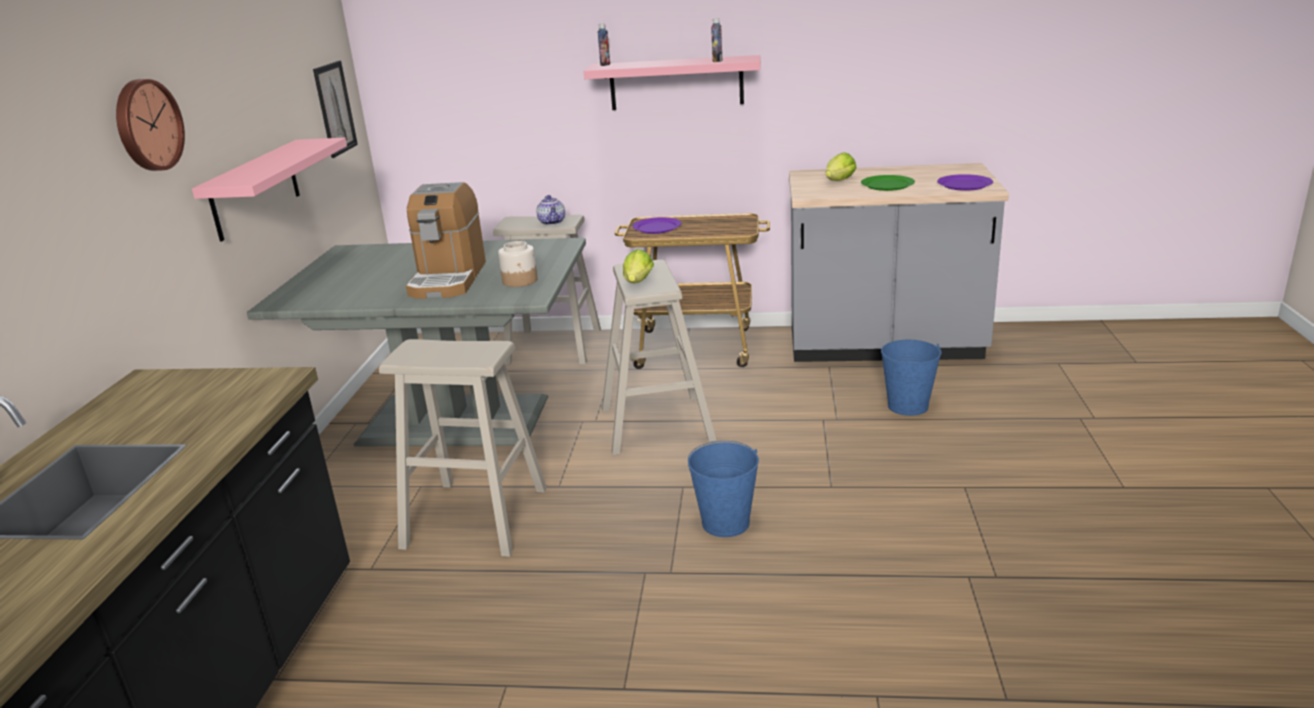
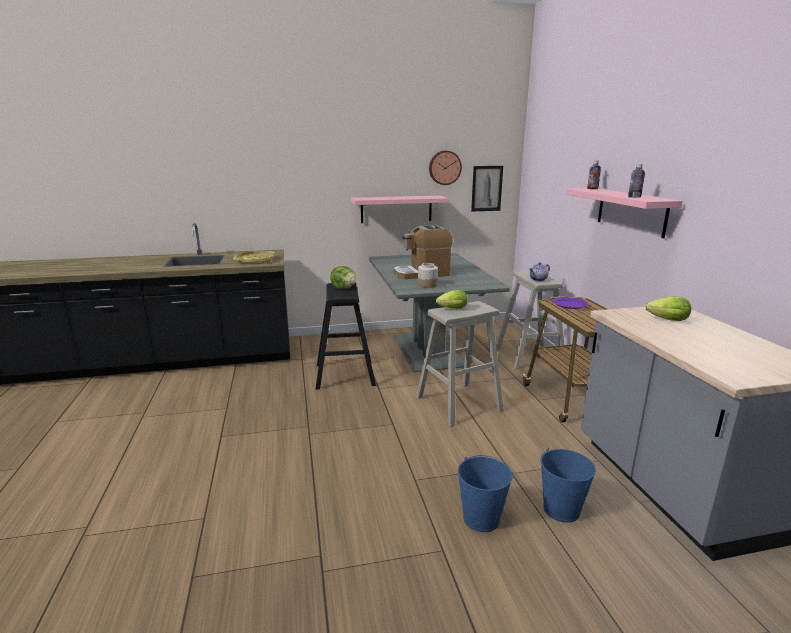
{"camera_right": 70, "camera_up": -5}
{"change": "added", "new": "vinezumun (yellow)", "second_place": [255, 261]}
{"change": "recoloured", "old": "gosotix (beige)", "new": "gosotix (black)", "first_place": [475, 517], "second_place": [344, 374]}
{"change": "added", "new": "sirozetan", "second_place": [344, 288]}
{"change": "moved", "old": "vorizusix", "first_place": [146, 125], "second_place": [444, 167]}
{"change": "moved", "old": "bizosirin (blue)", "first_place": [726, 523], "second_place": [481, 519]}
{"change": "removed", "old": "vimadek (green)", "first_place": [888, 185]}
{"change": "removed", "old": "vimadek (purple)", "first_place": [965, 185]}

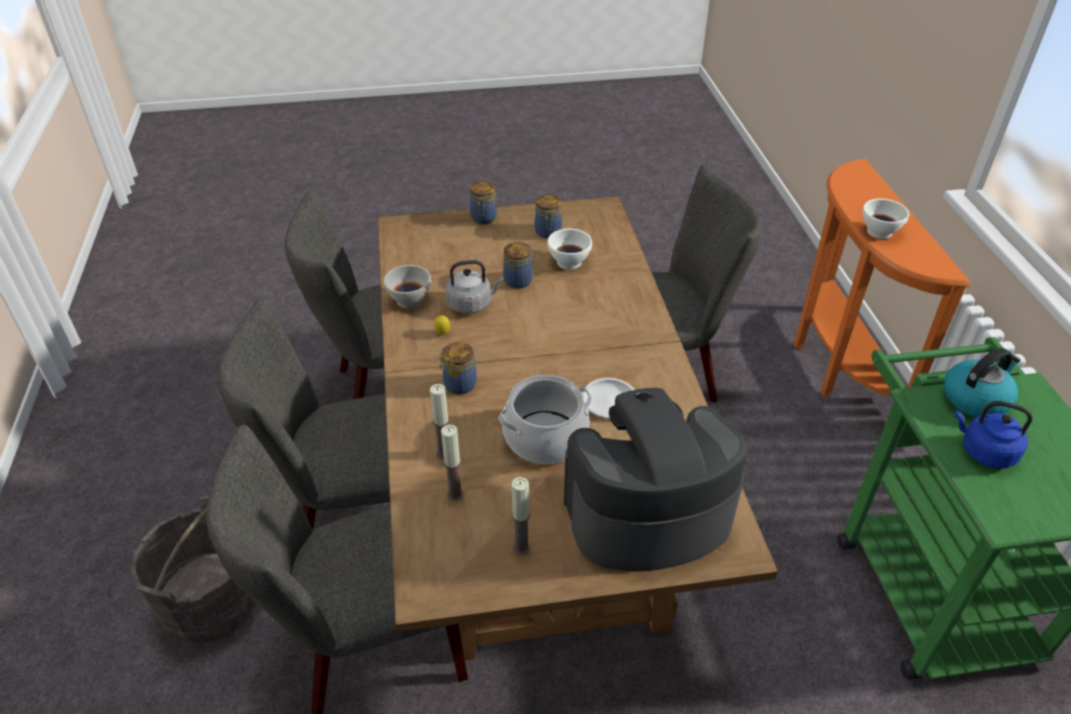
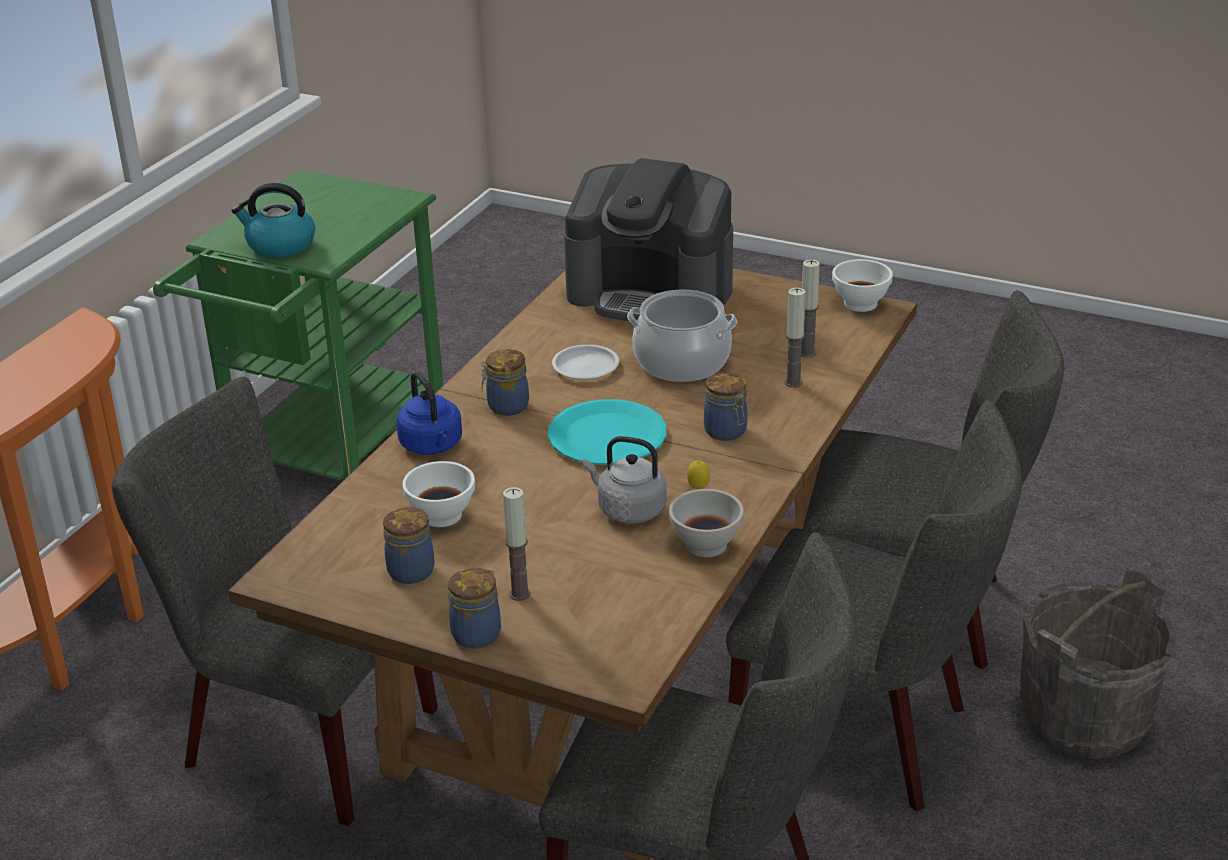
{"camera_right": -145, "camera_up": -10}
{"change": "moved", "old": "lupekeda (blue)", "first_place": [984, 452], "second_place": [432, 446]}
{"change": "moved", "old": "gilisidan", "first_place": [519, 280], "second_place": [506, 406]}
{"change": "moved", "old": "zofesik", "first_place": [521, 547], "second_place": [519, 594]}
{"change": "added", "new": "vimadek (turquoise)", "second_place": [607, 436]}
{"change": "moved", "old": "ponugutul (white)", "first_place": [879, 232], "second_place": [860, 303]}

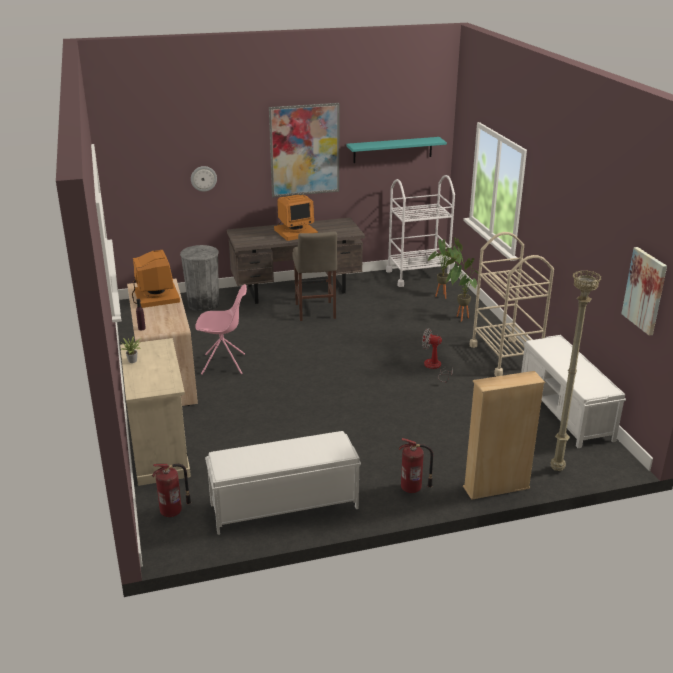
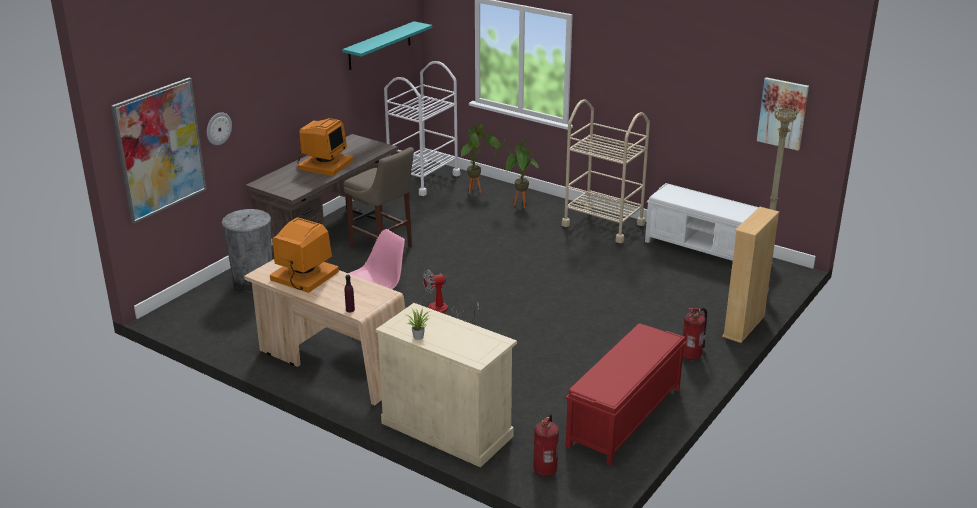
{"camera_right": -40, "camera_up": 0}
{"change": "moved", "old": "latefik", "first_place": [304, 150], "second_place": [160, 149]}
{"change": "moved", "old": "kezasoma", "first_place": [435, 367], "second_place": [444, 310]}
{"change": "recoloured", "old": "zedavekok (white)", "new": "zedavekok (red)", "first_place": [283, 506], "second_place": [624, 418]}

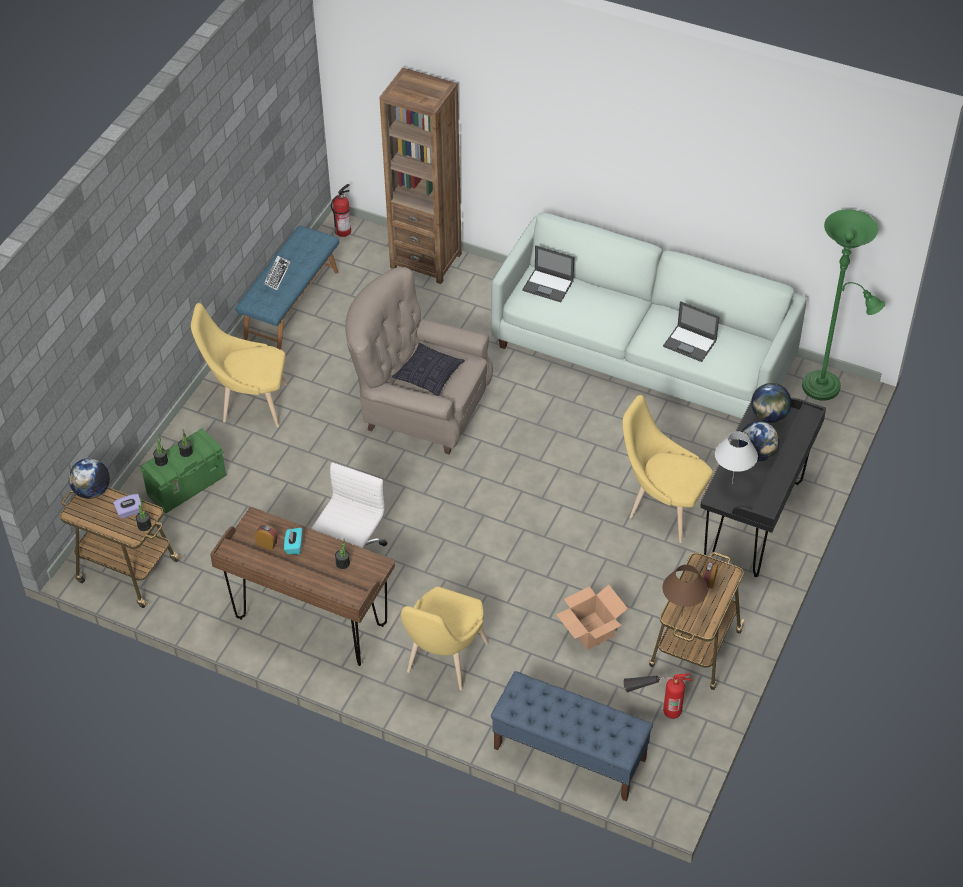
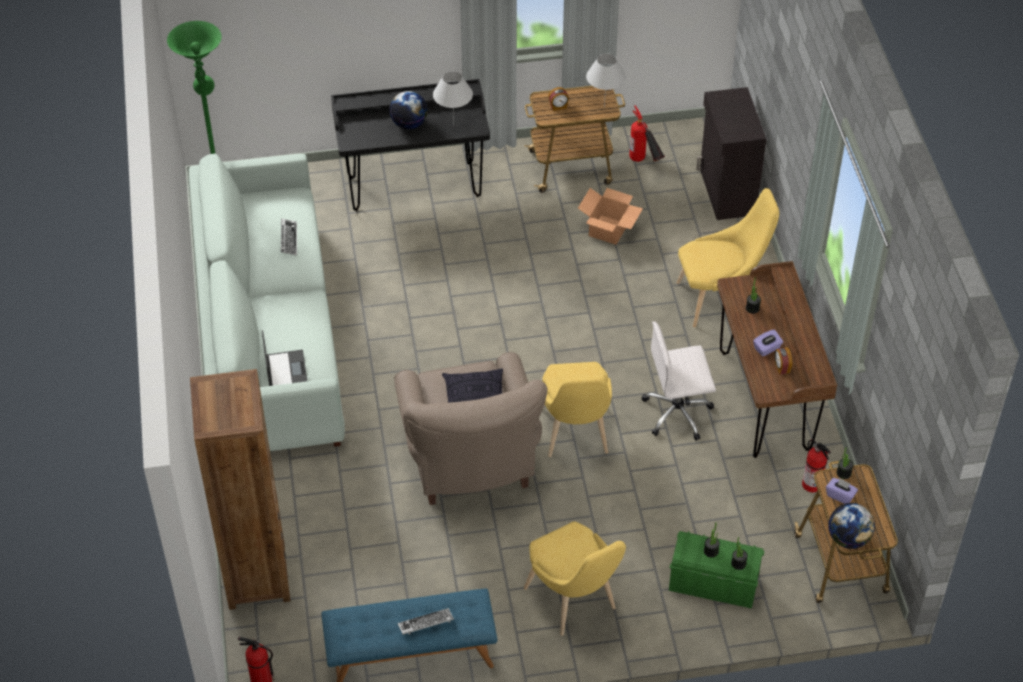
{"camera_right": -125, "camera_up": 0}
{"change": "replaced", "old": "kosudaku", "new": "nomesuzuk", "first_place": [690, 343], "second_place": [288, 239]}
{"change": "moved", "old": "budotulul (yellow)", "first_place": [662, 508], "second_place": [575, 435]}
{"change": "recoloured", "old": "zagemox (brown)", "new": "zagemox (white)", "first_place": [681, 616], "second_place": [604, 107]}
{"change": "replaced", "old": "zedavekok (blue)", "new": "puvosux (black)", "first_place": [569, 754], "second_place": [726, 192]}
{"change": "recoloured", "old": "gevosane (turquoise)", "new": "gevosane (purple)", "first_place": [294, 546], "second_place": [767, 349]}
{"change": "added", "new": "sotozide", "second_place": [812, 485]}
{"change": "removed", "old": "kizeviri", "first_place": [769, 416]}

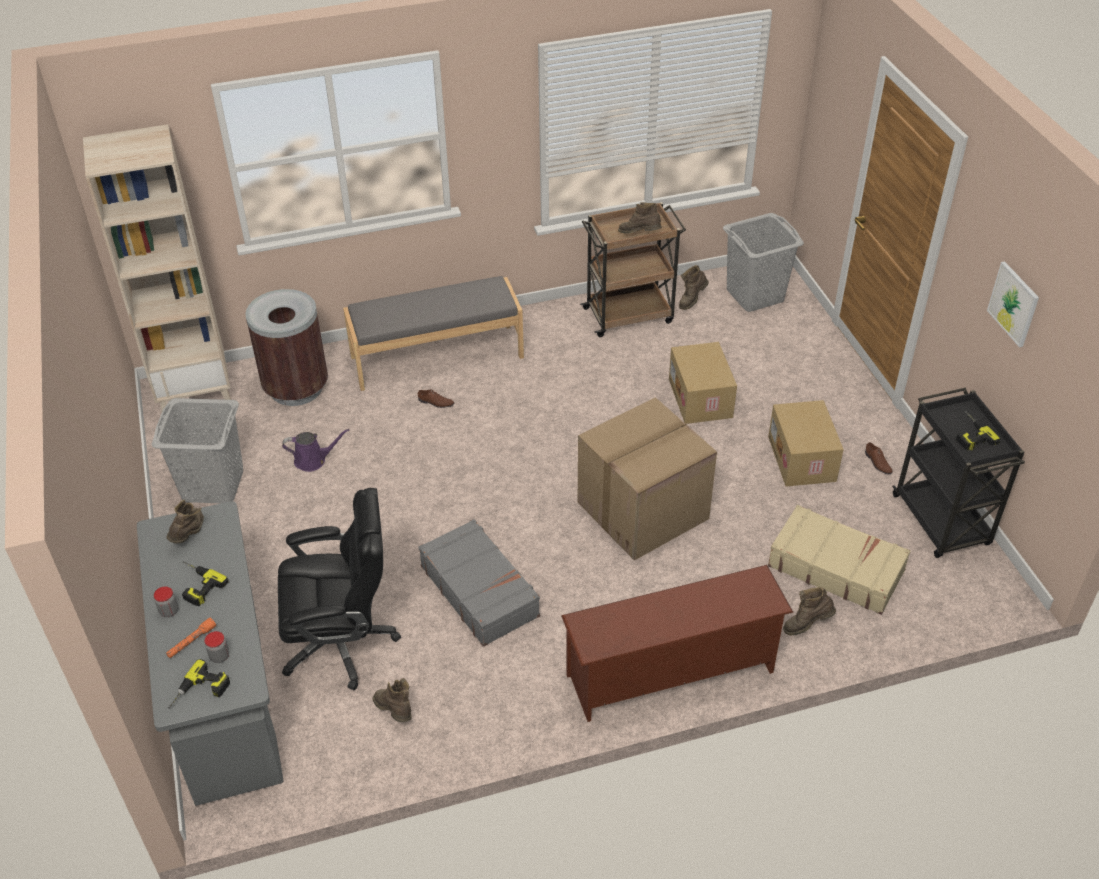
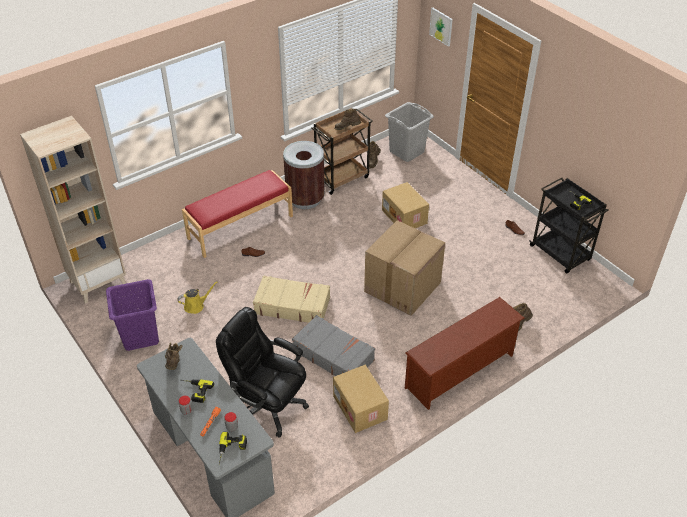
{"camera_right": -20, "camera_up": 0}
{"change": "recoloured", "old": "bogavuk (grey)", "new": "bogavuk (purple)", "first_place": [213, 485], "second_place": [141, 336]}
{"change": "recoloured", "old": "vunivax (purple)", "new": "vunivax (yellow)", "first_place": [313, 460], "second_place": [196, 306]}
{"change": "recoloured", "old": "zedavekok (grey)", "new": "zedavekok (red)", "first_place": [436, 356], "second_place": [240, 227]}
{"change": "turned", "old": "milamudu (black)", "first_place": [342, 642], "second_place": [268, 405], "degrees": -120}
{"change": "moved", "old": "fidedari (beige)", "first_place": [835, 568], "second_place": [292, 305]}
{"change": "moved", "old": "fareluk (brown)", "first_place": [296, 388], "second_place": [305, 199]}
{"change": "moved", "old": "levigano", "first_place": [803, 459], "second_place": [361, 407]}
{"change": "moved", "old": "latefik", "first_place": [1013, 304], "second_place": [441, 26]}
{"change": "removed", "old": "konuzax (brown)", "first_place": [395, 712]}

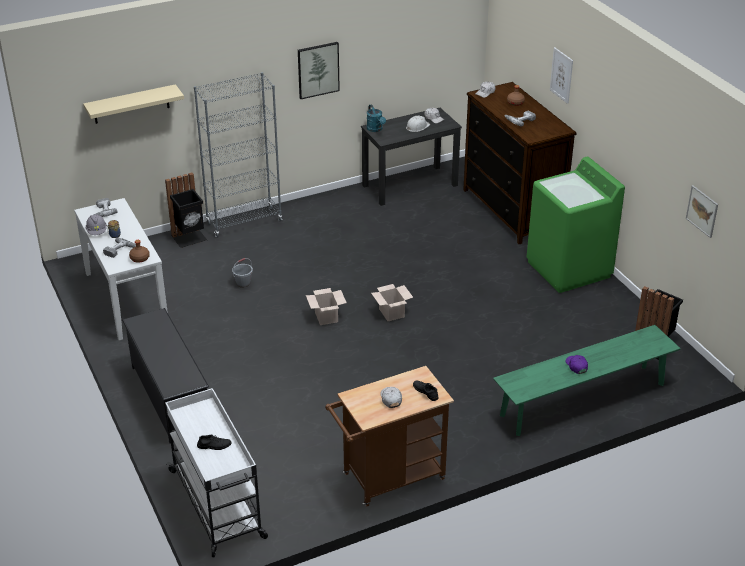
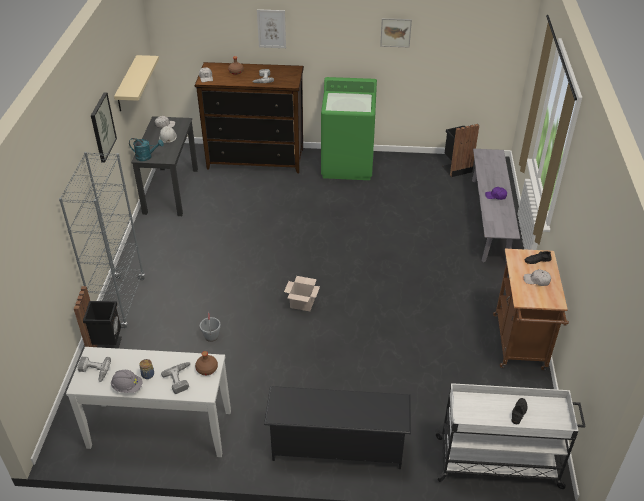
{"camera_right": -60, "camera_up": 5}
{"change": "moved", "old": "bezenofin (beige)", "first_place": [131, 104], "second_place": [127, 84]}
{"change": "moved", "old": "latefik", "first_place": [702, 211], "second_place": [395, 32]}
{"change": "recoloured", "old": "zedavekok (green)", "new": "zedavekok (grey)", "first_place": [583, 399], "second_place": [489, 219]}
{"change": "removed", "old": "levigano", "first_place": [392, 313]}

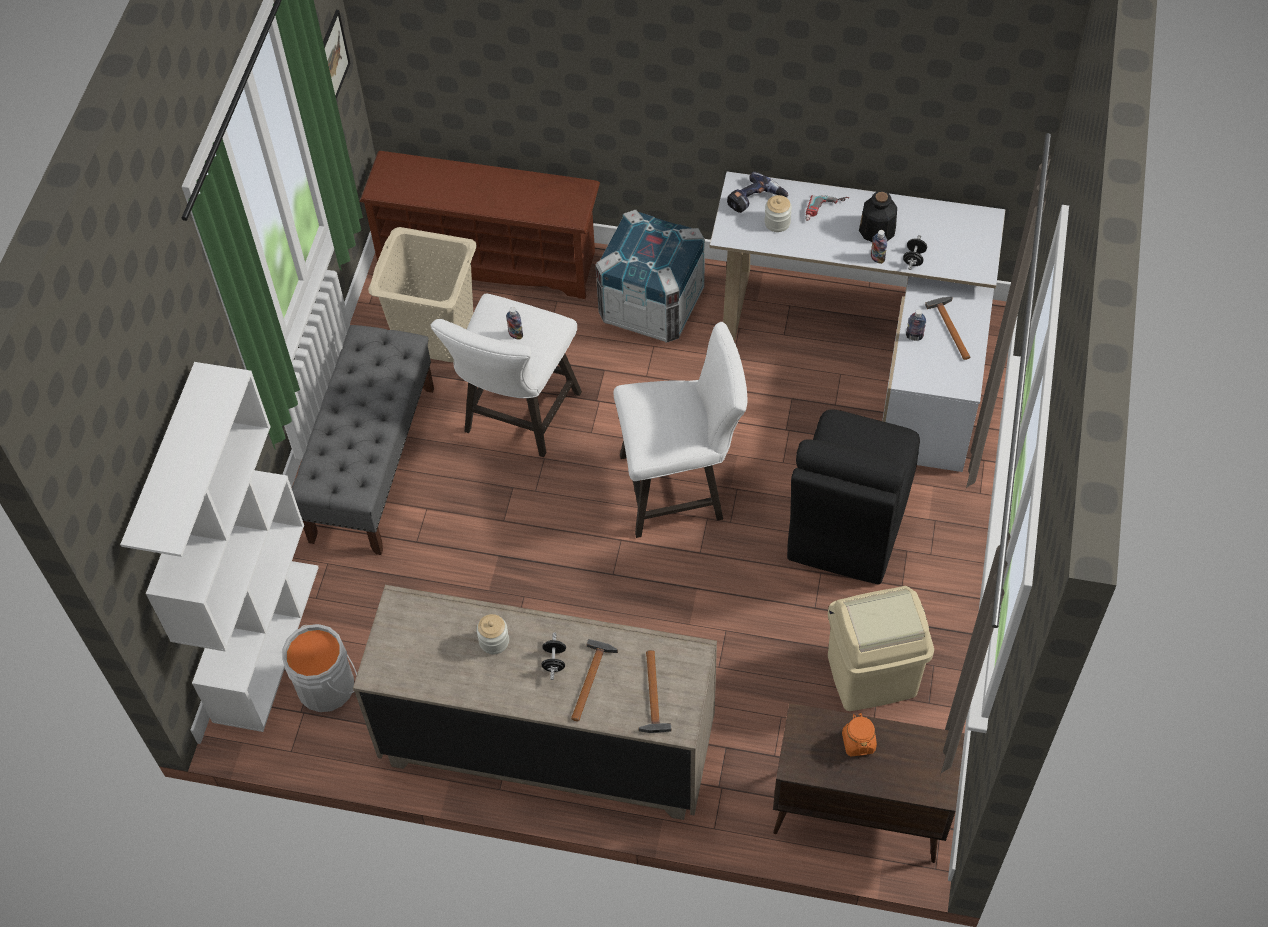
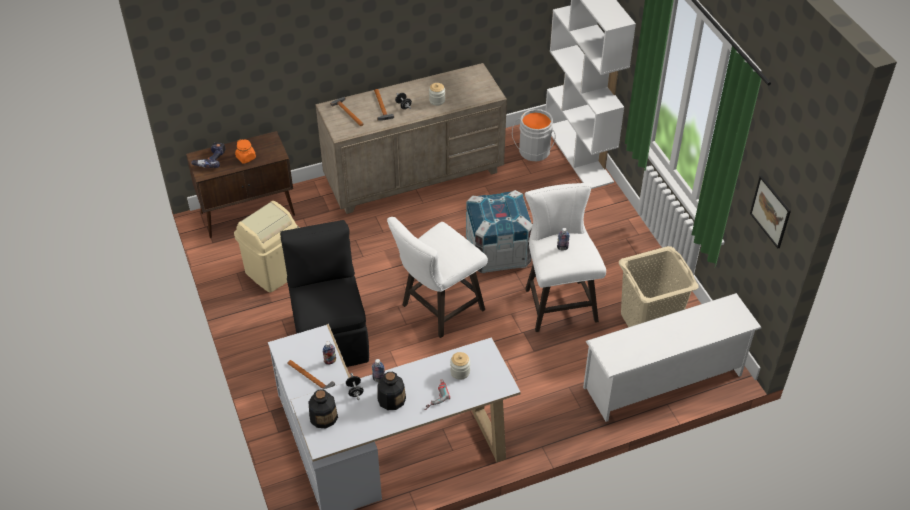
{"camera_right": 145, "camera_up": -10}
{"change": "moved", "old": "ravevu", "first_place": [756, 201], "second_place": [210, 159]}
{"change": "added", "new": "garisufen", "second_place": [323, 417]}
{"change": "moved", "old": "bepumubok", "first_place": [651, 305], "second_place": [498, 252]}
{"change": "recoloured", "old": "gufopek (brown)", "new": "gufopek (white)", "first_place": [490, 258], "second_place": [663, 382]}
{"change": "removed", "old": "zedavekok (grey)", "first_place": [373, 463]}

